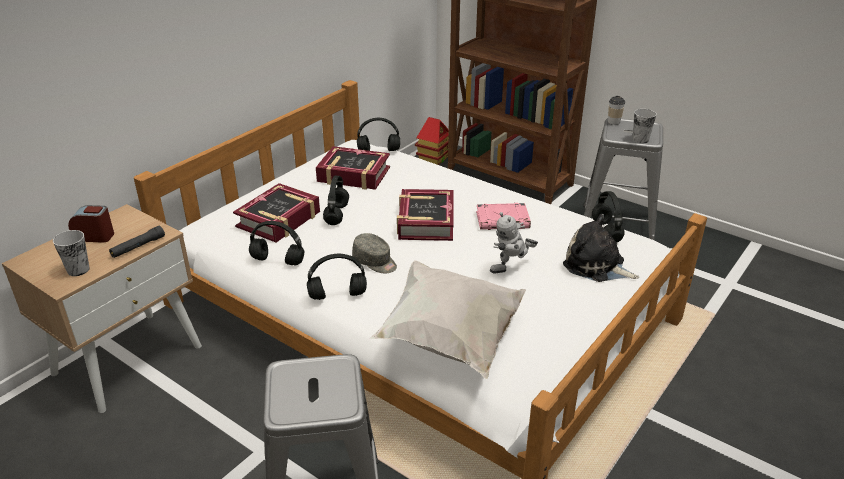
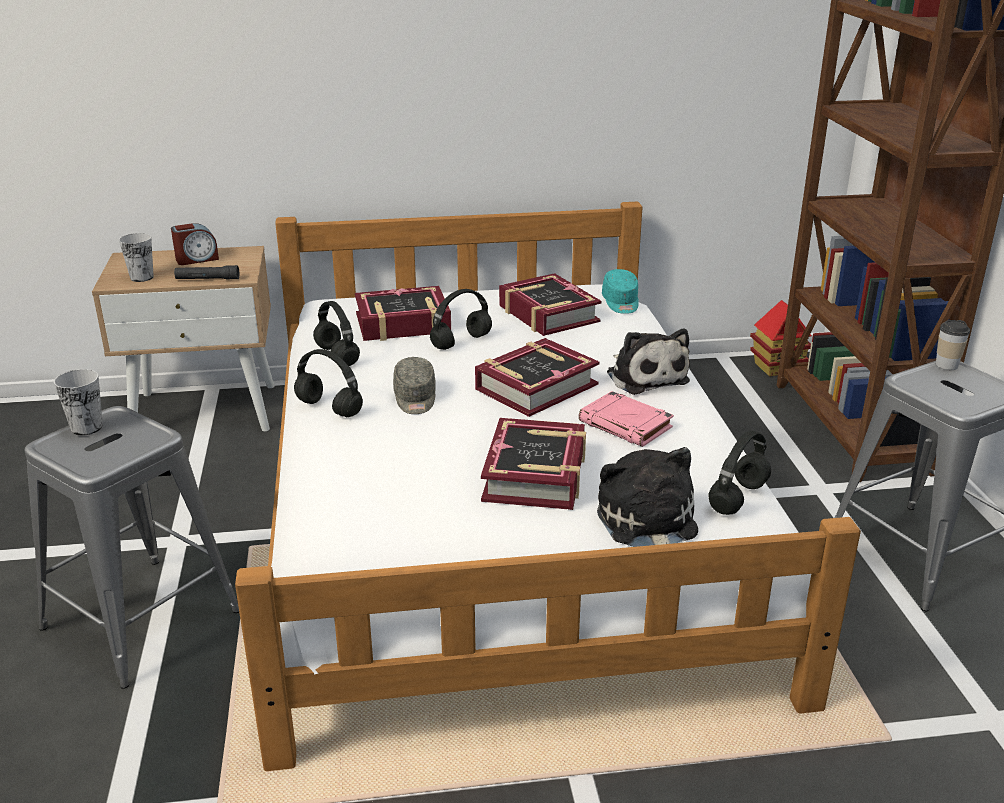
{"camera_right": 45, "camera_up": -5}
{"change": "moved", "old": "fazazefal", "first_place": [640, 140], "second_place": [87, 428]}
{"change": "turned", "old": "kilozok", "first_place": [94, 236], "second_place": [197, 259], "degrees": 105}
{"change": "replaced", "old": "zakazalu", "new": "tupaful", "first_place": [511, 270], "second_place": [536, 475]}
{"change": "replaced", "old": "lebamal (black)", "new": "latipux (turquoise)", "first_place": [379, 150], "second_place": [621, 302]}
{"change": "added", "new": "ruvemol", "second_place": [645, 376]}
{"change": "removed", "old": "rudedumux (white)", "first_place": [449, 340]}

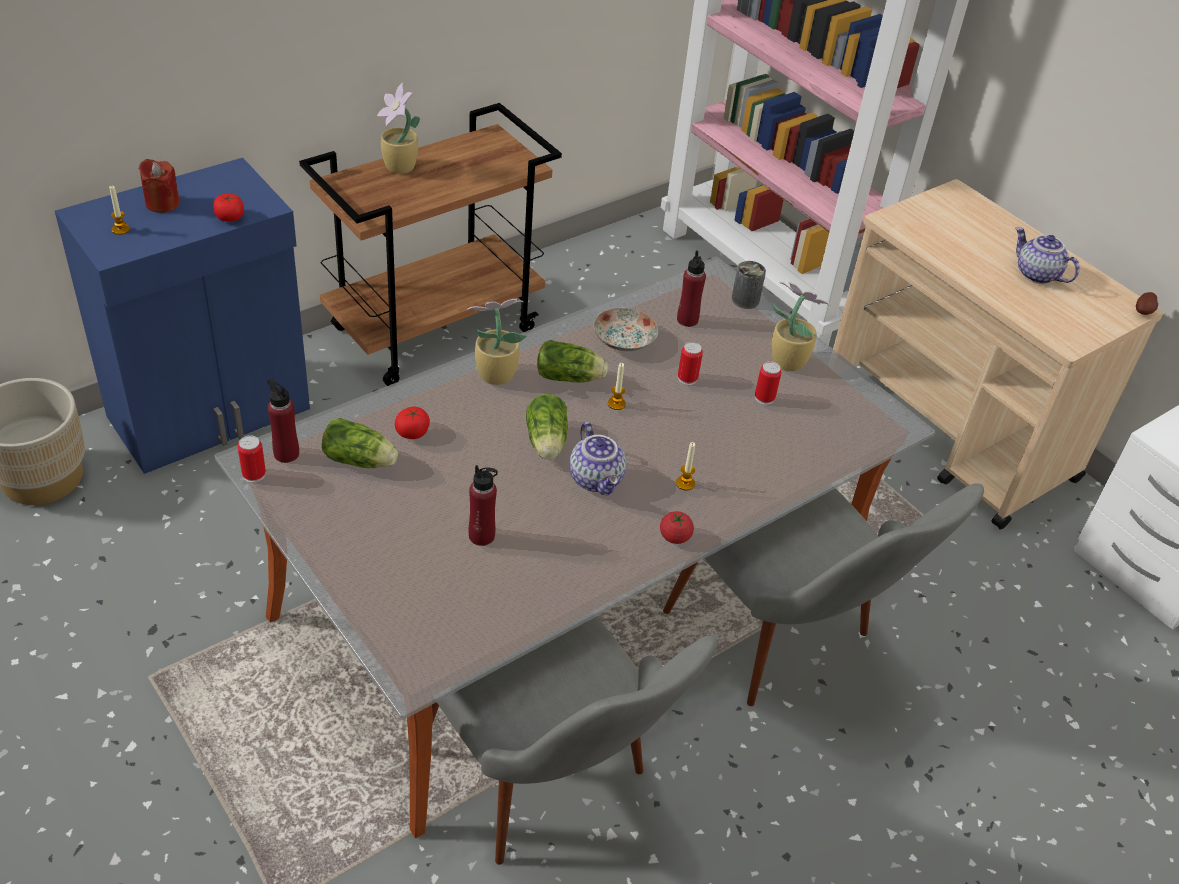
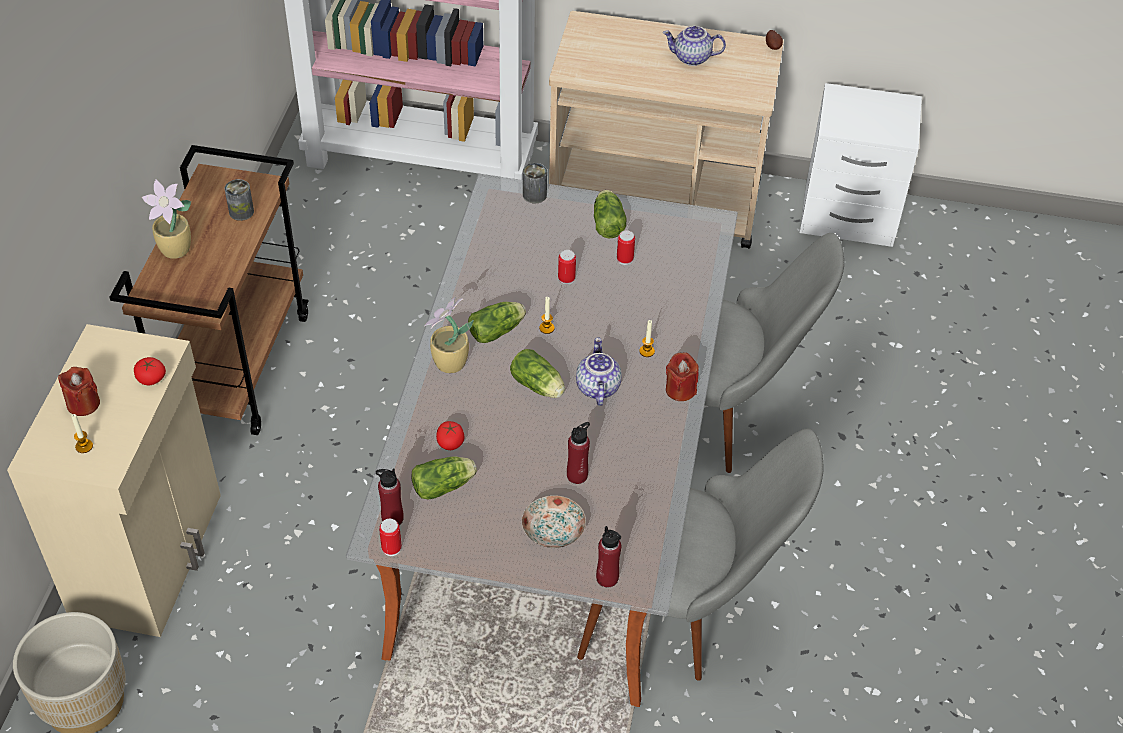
{"camera_right": -40, "camera_up": 5}
{"change": "recoloured", "old": "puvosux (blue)", "new": "puvosux (beige)", "first_place": [212, 414], "second_place": [151, 555]}
{"change": "added", "new": "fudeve", "second_place": [241, 212]}
{"change": "moved", "old": "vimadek", "first_place": [623, 340], "second_place": [553, 531]}
{"change": "turned", "old": "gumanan", "first_place": [597, 479], "second_place": [596, 387], "degrees": -120}
{"change": "replaced", "old": "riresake", "new": "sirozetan", "first_place": [787, 360], "second_place": [608, 222]}
{"change": "moved", "old": "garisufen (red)", "first_place": [687, 320], "second_place": [607, 578]}
{"change": "replaced", "old": "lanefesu", "new": "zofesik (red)", "first_place": [675, 537], "second_place": [680, 390]}

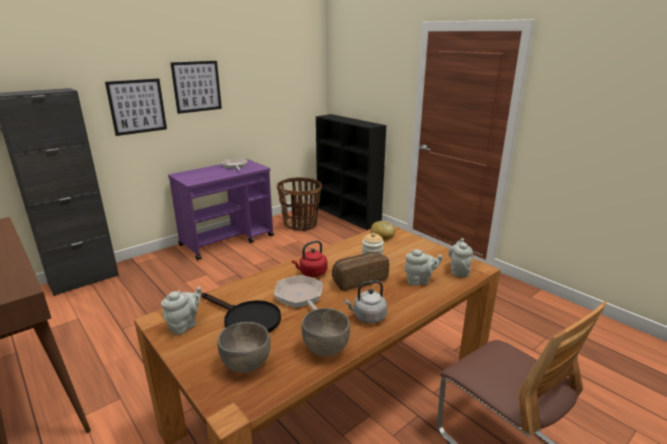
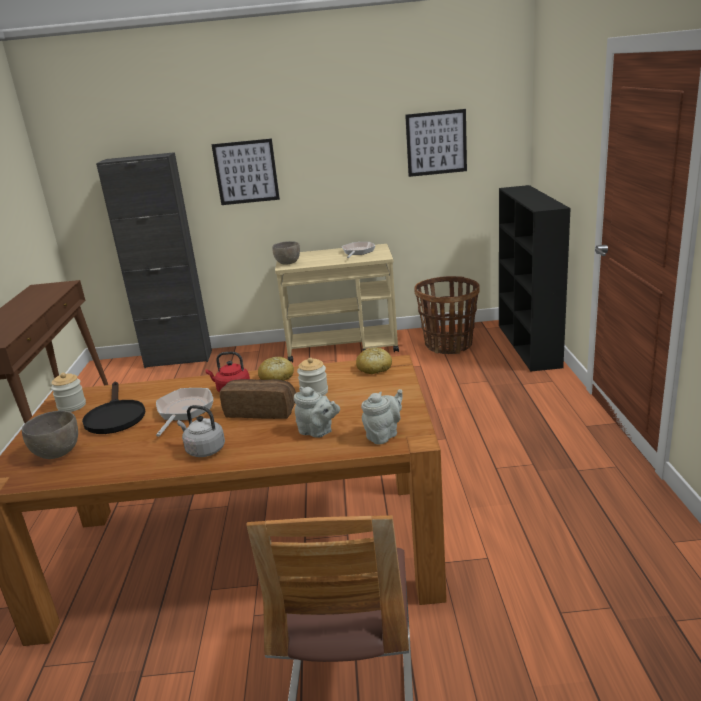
{"camera_right": 40, "camera_up": 0}
{"change": "replaced", "old": "gumanan (grey)", "new": "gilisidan", "first_place": [184, 325], "second_place": [72, 406]}
{"change": "added", "new": "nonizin", "second_place": [276, 377]}
{"change": "moved", "old": "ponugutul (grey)", "first_place": [326, 349], "second_place": [288, 263]}
{"change": "recoloured", "old": "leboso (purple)", "new": "leboso (beige)", "first_place": [228, 240], "second_place": [343, 347]}
{"change": "moved", "old": "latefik", "first_place": [197, 86], "second_place": [436, 143]}

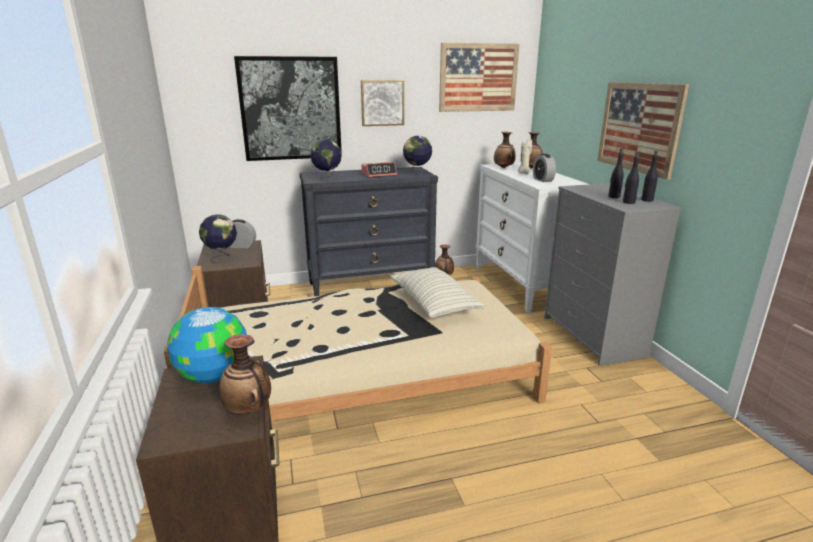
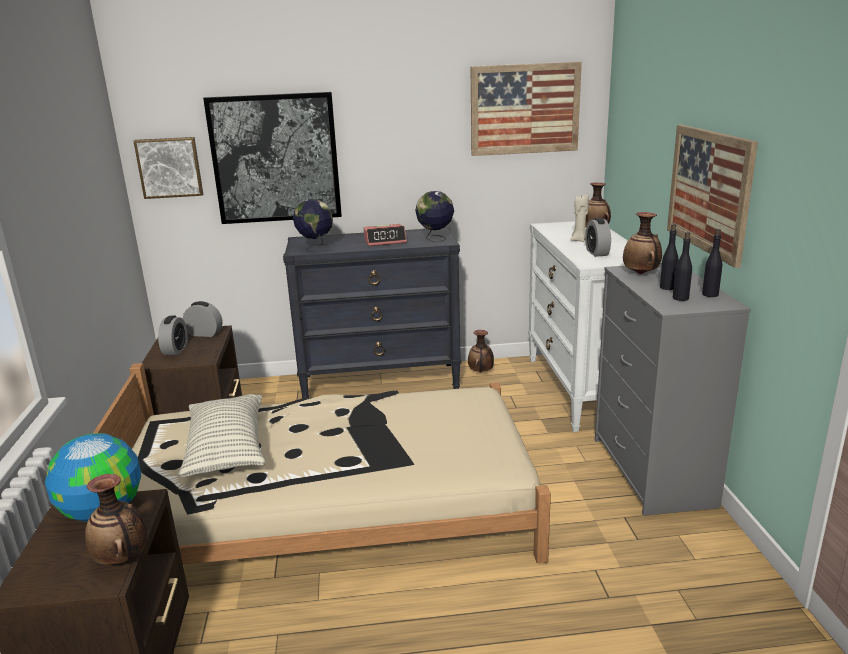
{"camera_right": 10, "camera_up": 0}
{"change": "moved", "old": "latefik", "first_place": [382, 103], "second_place": [169, 167]}
{"change": "replaced", "old": "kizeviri", "new": "kilozok", "first_place": [222, 257], "second_place": [175, 350]}
{"change": "moved", "old": "rudedumux", "first_place": [433, 304], "second_place": [227, 450]}
{"change": "moved", "old": "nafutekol", "first_place": [504, 168], "second_place": [641, 273]}

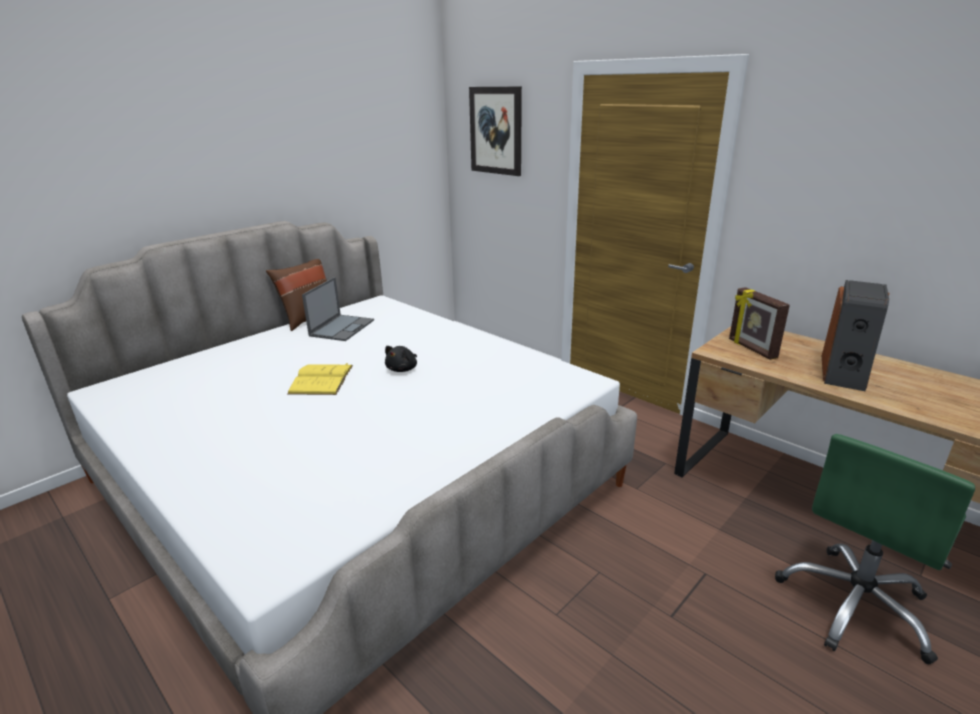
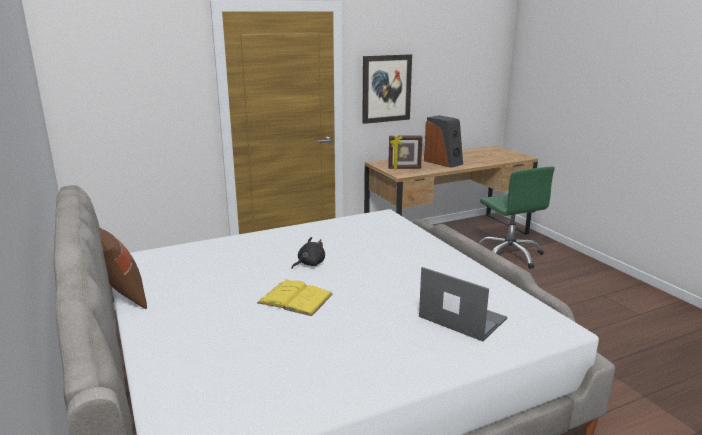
{"camera_right": -70, "camera_up": -5}
{"change": "turned", "old": "ruvemol (black)", "first_place": [403, 369], "second_place": [309, 264], "degrees": -90}
{"change": "moved", "old": "latefik", "first_place": [496, 131], "second_place": [386, 88]}
{"change": "moved", "old": "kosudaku", "first_place": [342, 327], "second_place": [461, 318]}

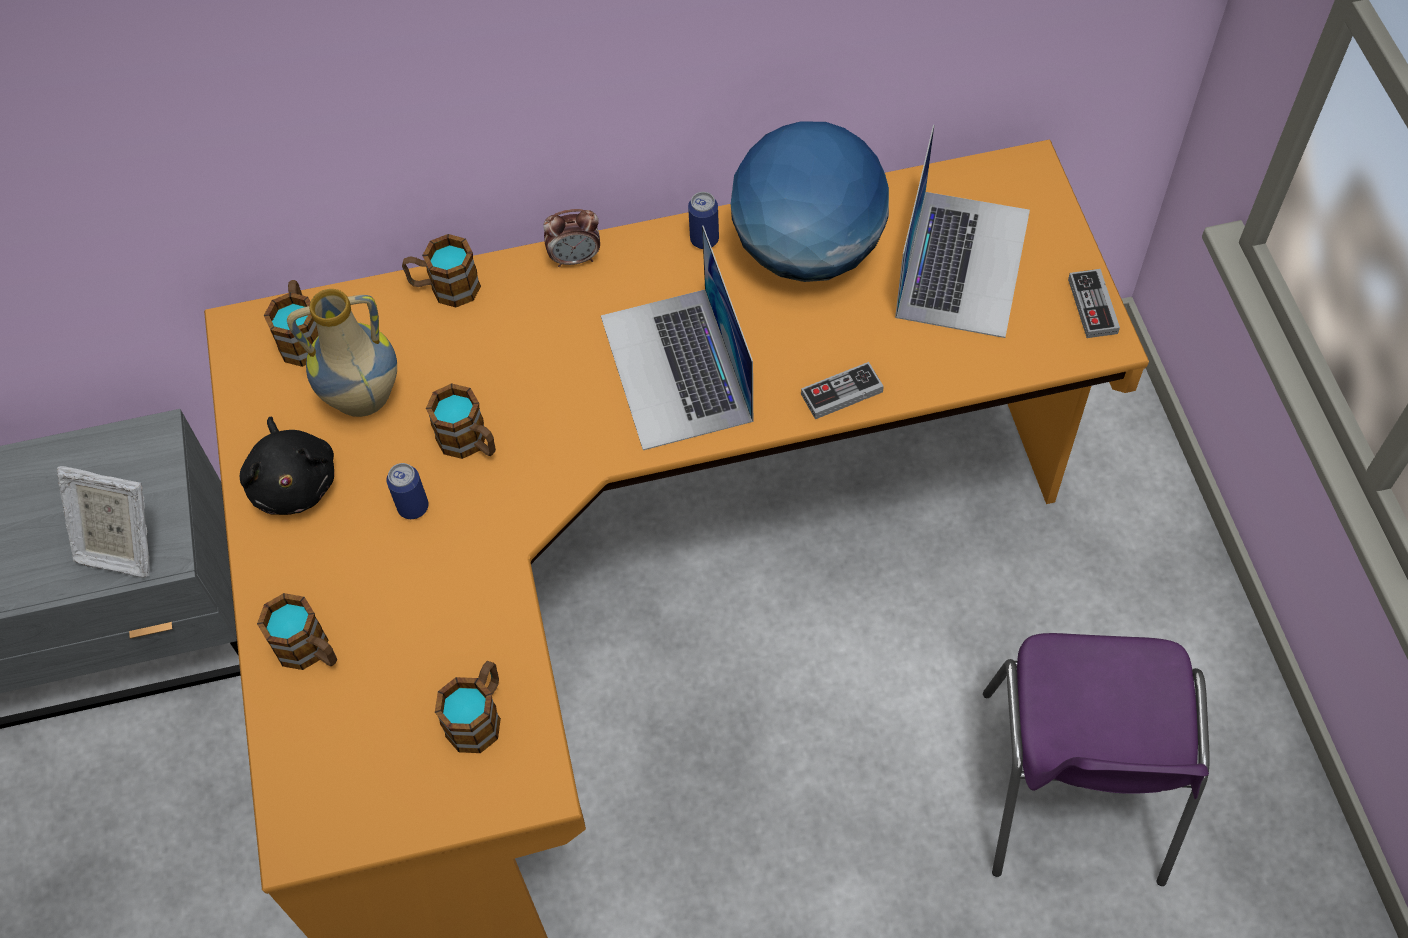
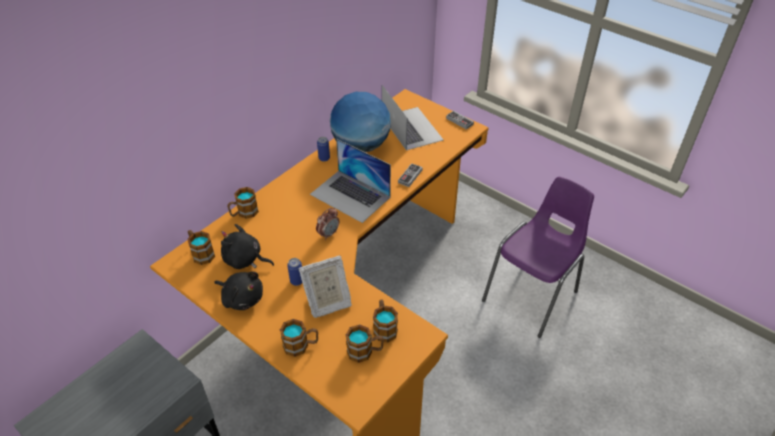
{"camera_right": -40, "camera_up": -15}
{"change": "replaced", "old": "nafutekol", "new": "ruvemol (black)", "first_place": [363, 400], "second_place": [245, 260]}
{"change": "moved", "old": "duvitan", "first_place": [120, 546], "second_place": [327, 303]}
{"change": "moved", "old": "kilozok", "first_place": [575, 258], "second_place": [328, 234]}
{"change": "moved", "old": "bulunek", "first_place": [470, 442], "second_place": [365, 351]}
{"change": "turned", "old": "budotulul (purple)", "first_place": [1073, 792], "second_place": [532, 295], "degrees": -105}

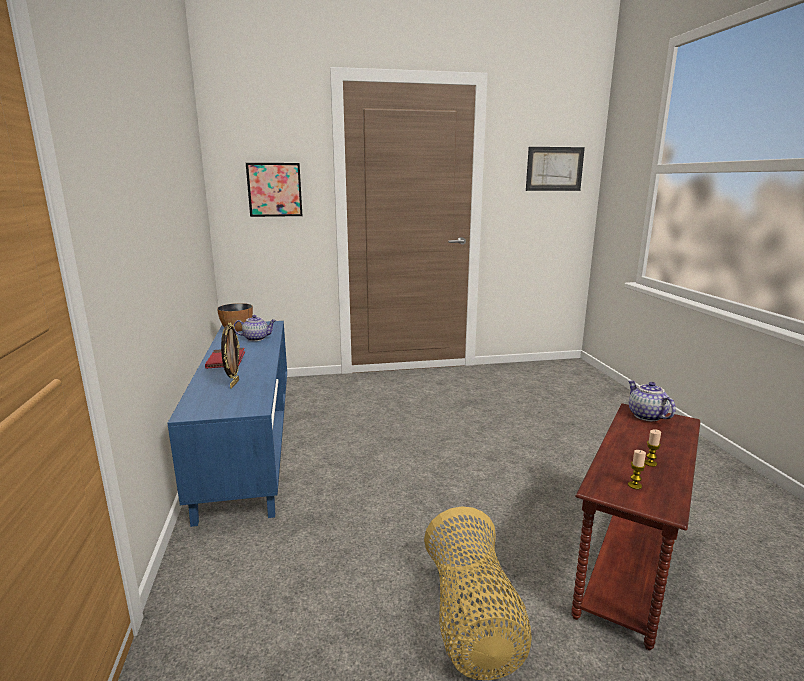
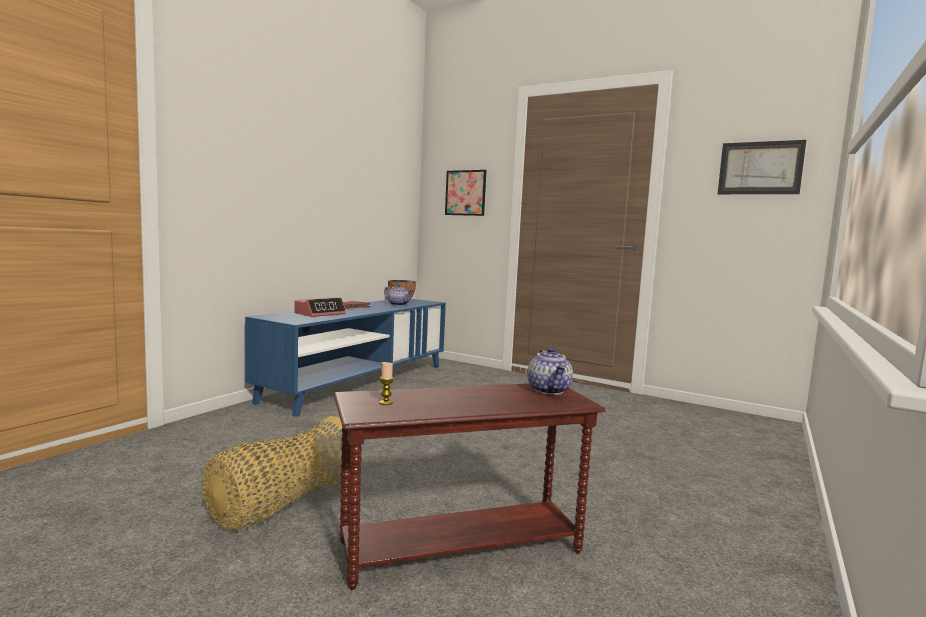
{"camera_right": 40, "camera_up": -10}
{"change": "replaced", "old": "duvitan", "new": "kilozok", "first_place": [233, 384], "second_place": [320, 314]}
{"change": "turned", "old": "gumanan", "first_place": [645, 416], "second_place": [550, 390], "degrees": 150}
{"change": "removed", "old": "zofesik", "first_place": [650, 463]}

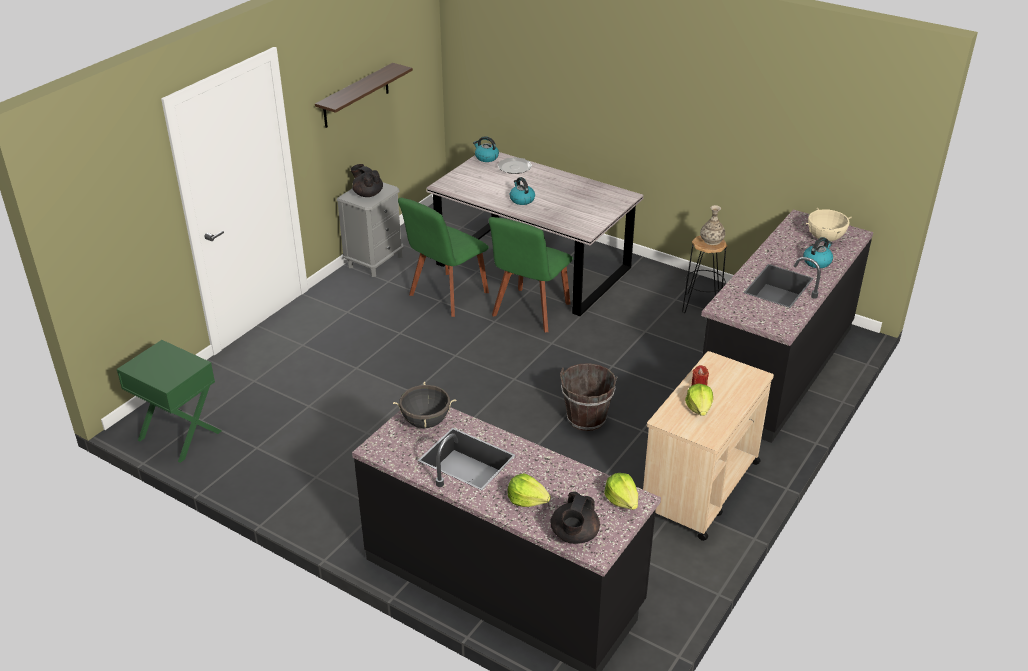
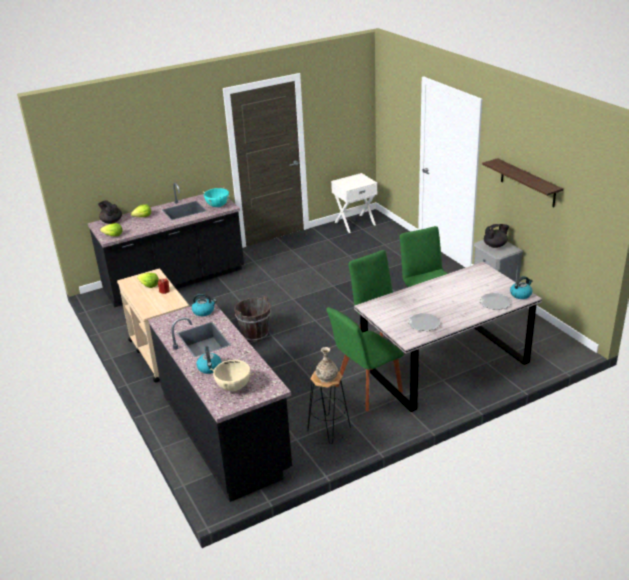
{"camera_right": 120, "camera_up": -5}
{"change": "moved", "old": "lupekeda", "first_place": [521, 200], "second_place": [204, 311]}
{"change": "recoloured", "old": "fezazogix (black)", "new": "fezazogix (turquoise)", "first_place": [425, 422], "second_place": [218, 206]}
{"change": "added", "new": "budotulul (green)", "second_place": [366, 390]}
{"change": "recoloured", "old": "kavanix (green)", "new": "kavanix (white)", "first_place": [179, 436], "second_place": [354, 223]}
{"change": "added", "new": "vimadek", "second_place": [423, 323]}

